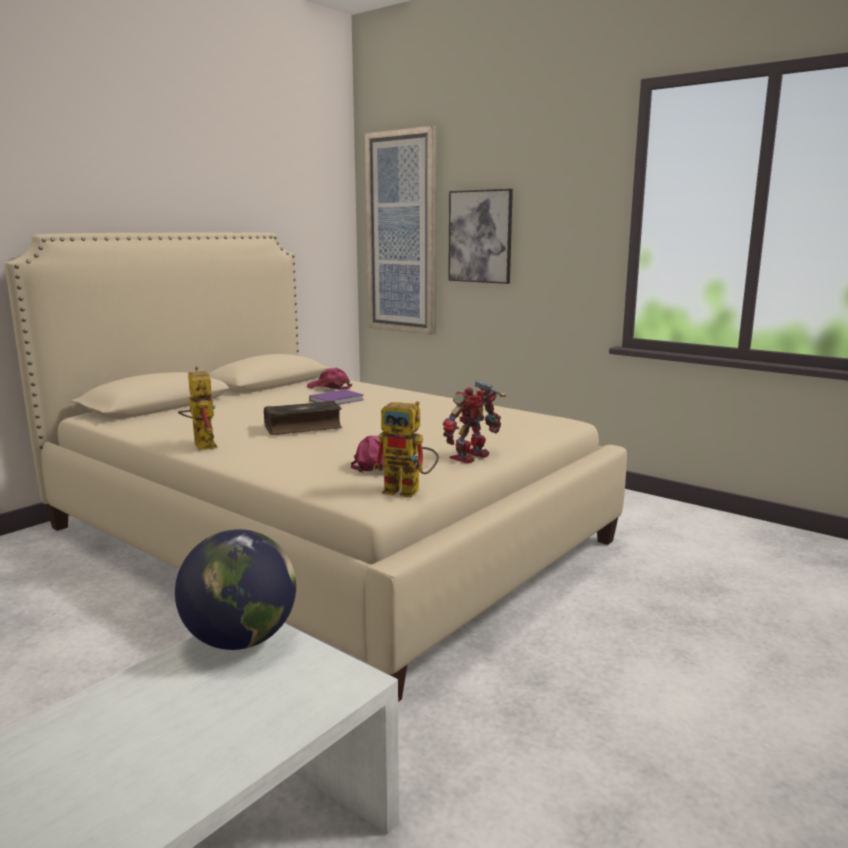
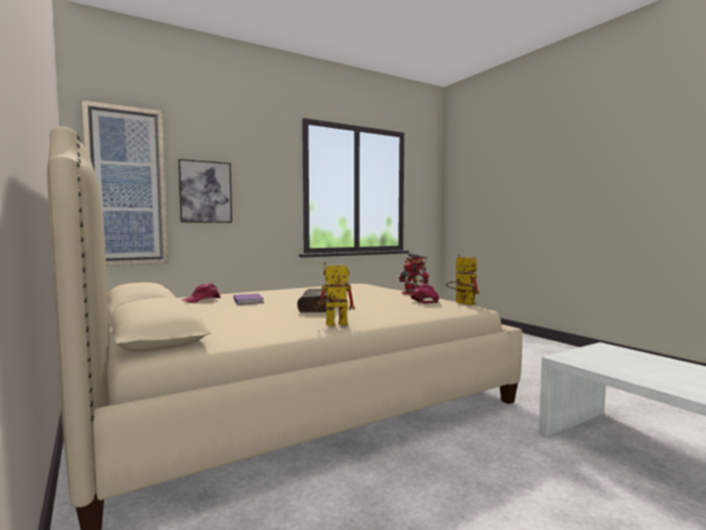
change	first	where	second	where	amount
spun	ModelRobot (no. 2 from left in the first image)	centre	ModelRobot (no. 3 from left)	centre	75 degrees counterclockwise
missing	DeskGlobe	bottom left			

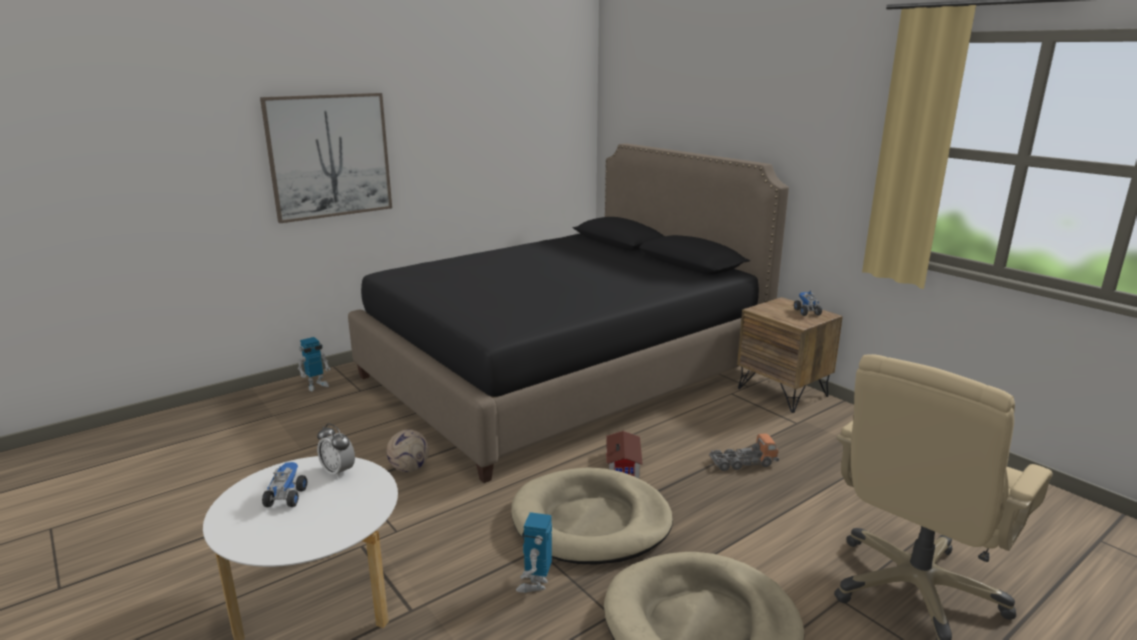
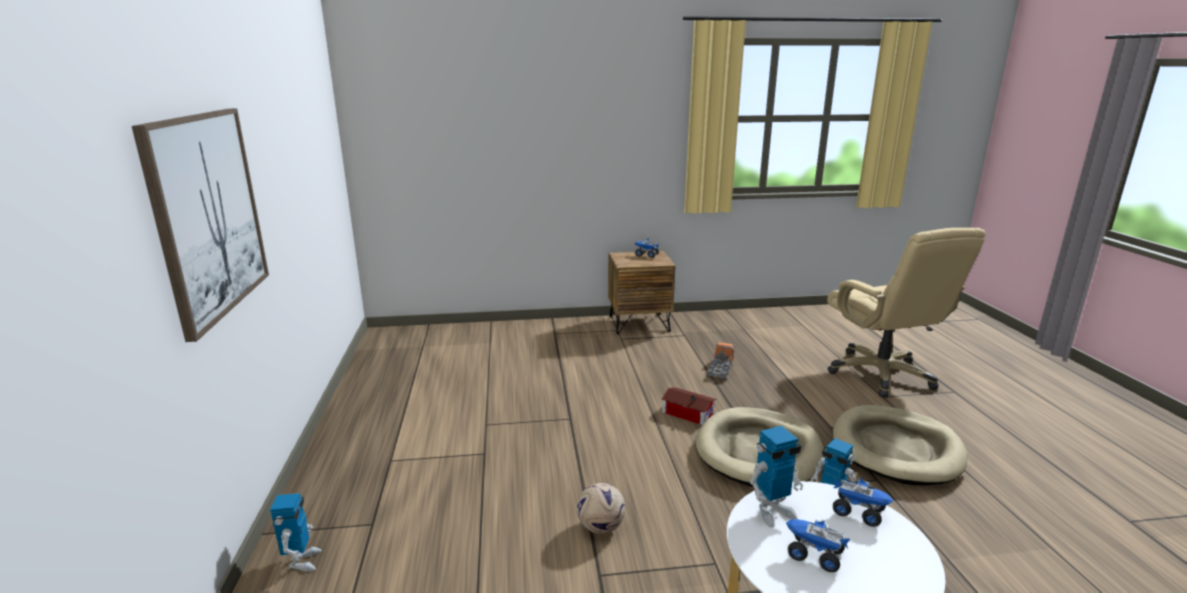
change	first	where	second	where	amount
missing	BlackColouredSleepingBed	centre			
exchanged	TableClock	bottom left	ModelRobot (no. 2 from left)	bottom centre	
appeared			ModelTruck (no. 4 from left)	bottom right	

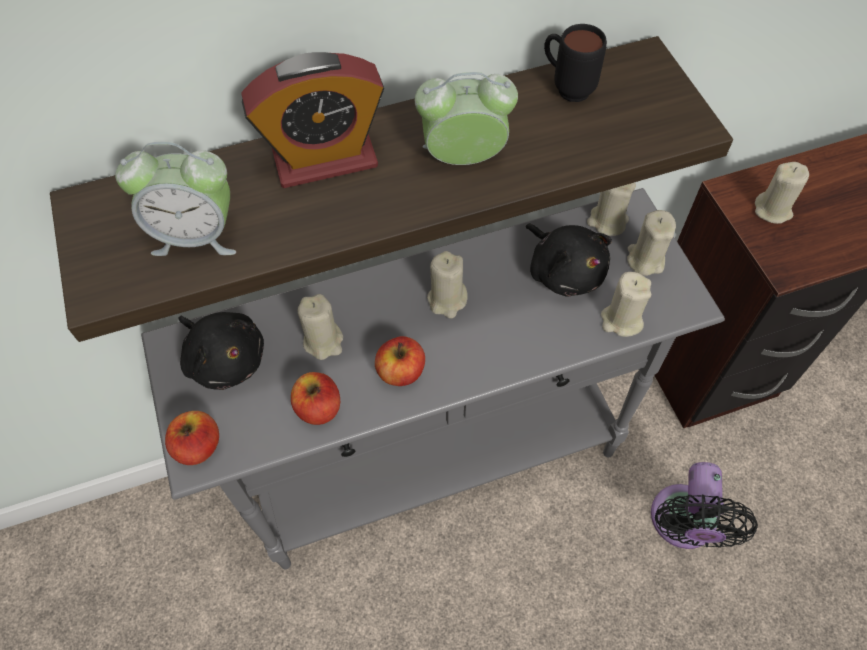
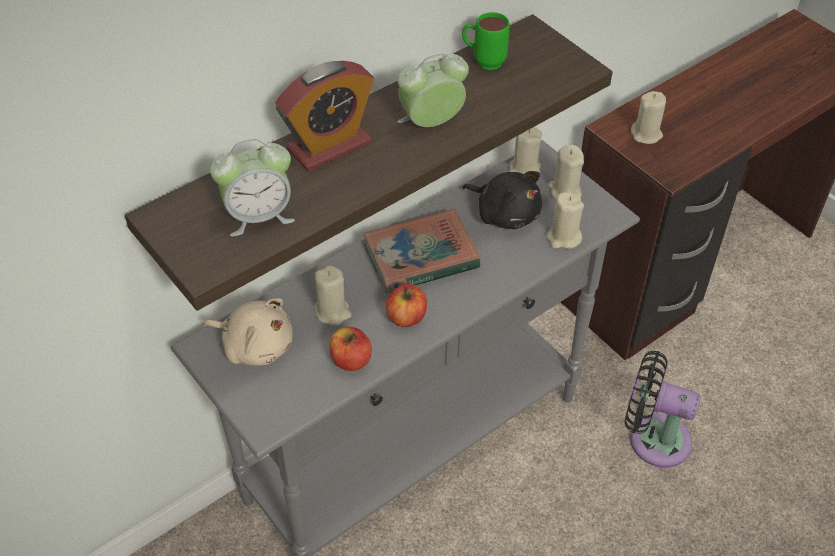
change	first	where	second	where	amount
colour	BlackColouredMug	top centre	GreenMug	top centre	
exchanged	BeigeWaxCandle (no. 2 from left)	centre	BoundBook	centre	
colour	BlackColouredSoftToy (no. 1 from left)	middle left	BeigeSoftToy	middle left	
missing	WholeApple (no. 1 from left)	bottom left			
spun	BlackColouredFan	bottom right		bottom right	120 degrees clockwise

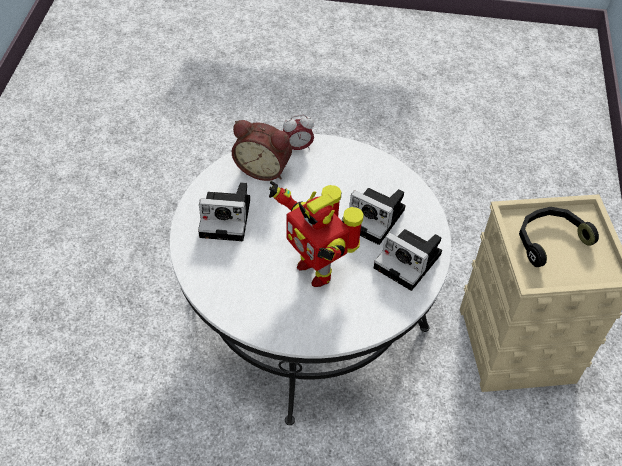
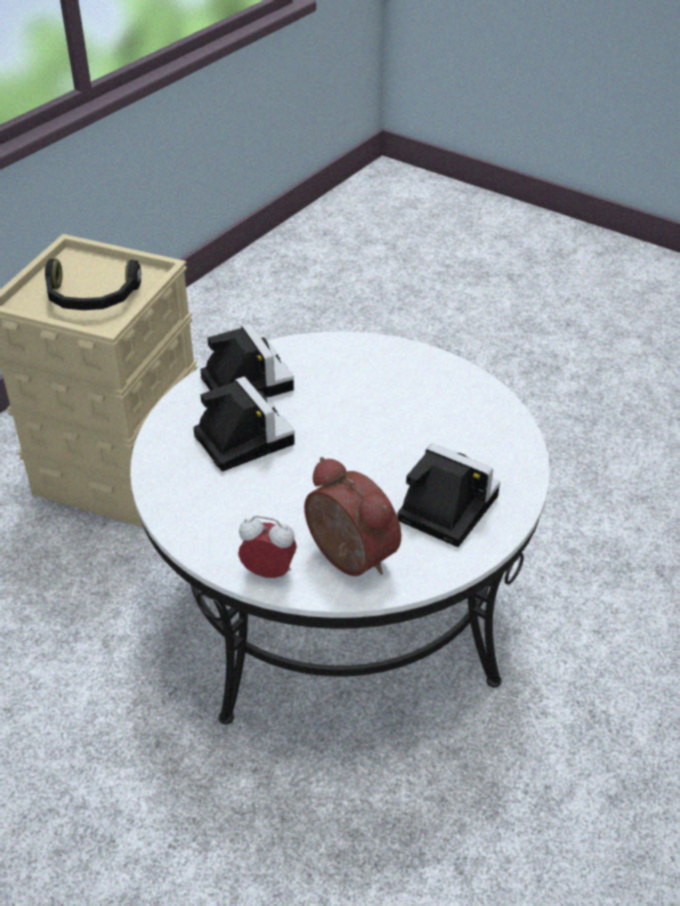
change	first	where	second	where	amount
missing	ModelRobot	centre			

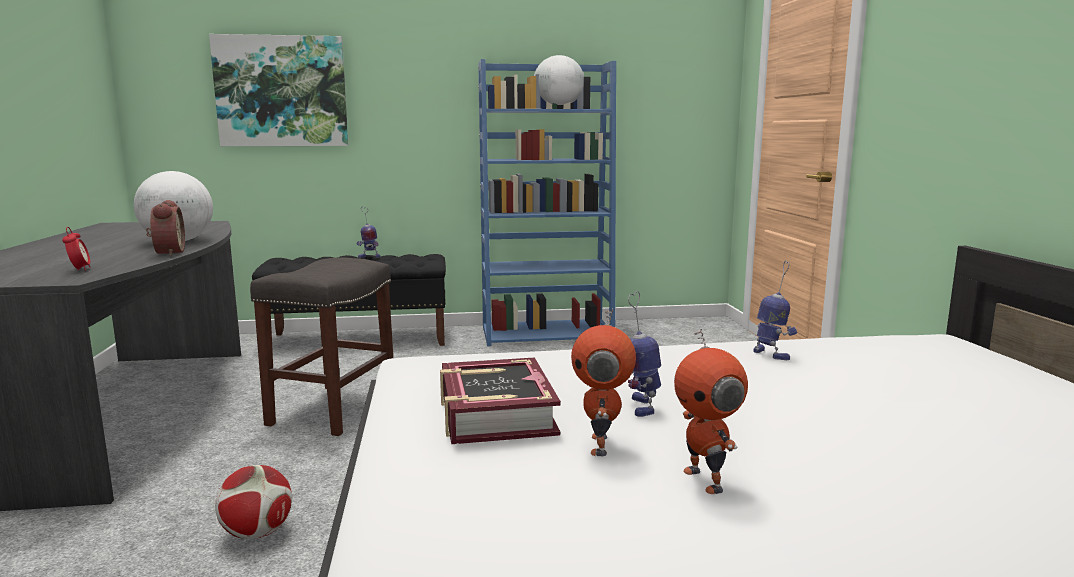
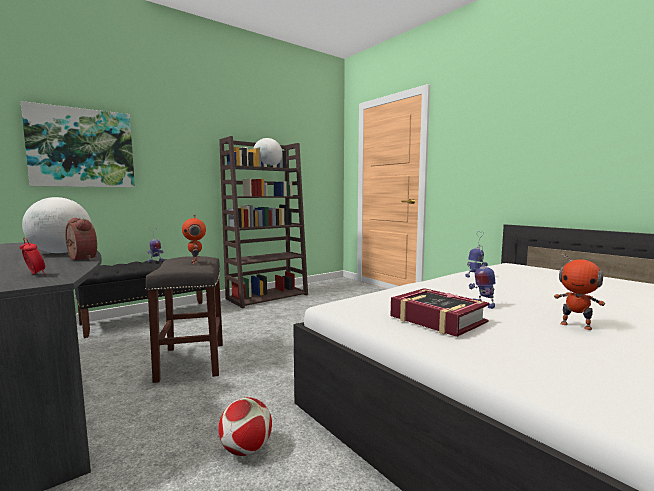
change	first	where	second	where	amount
colour	BlueBookshelf	centre	BrownBookshelf	centre	
relocated	ModelRobot (no. 2 from left)	centre		middle left	

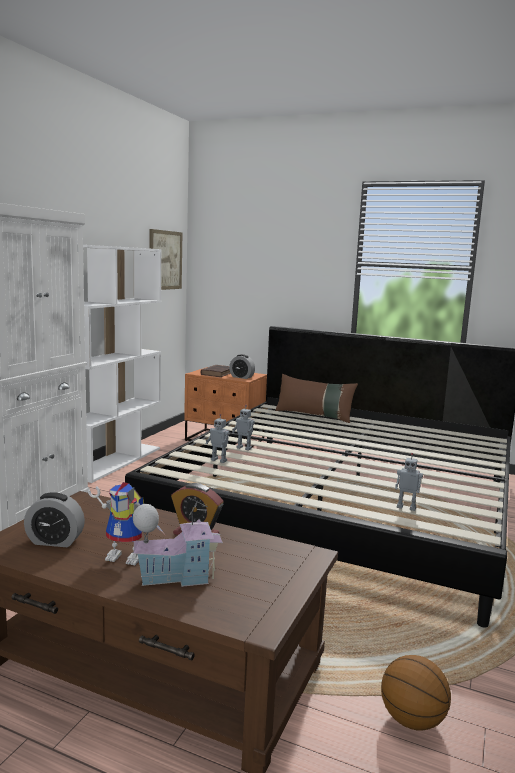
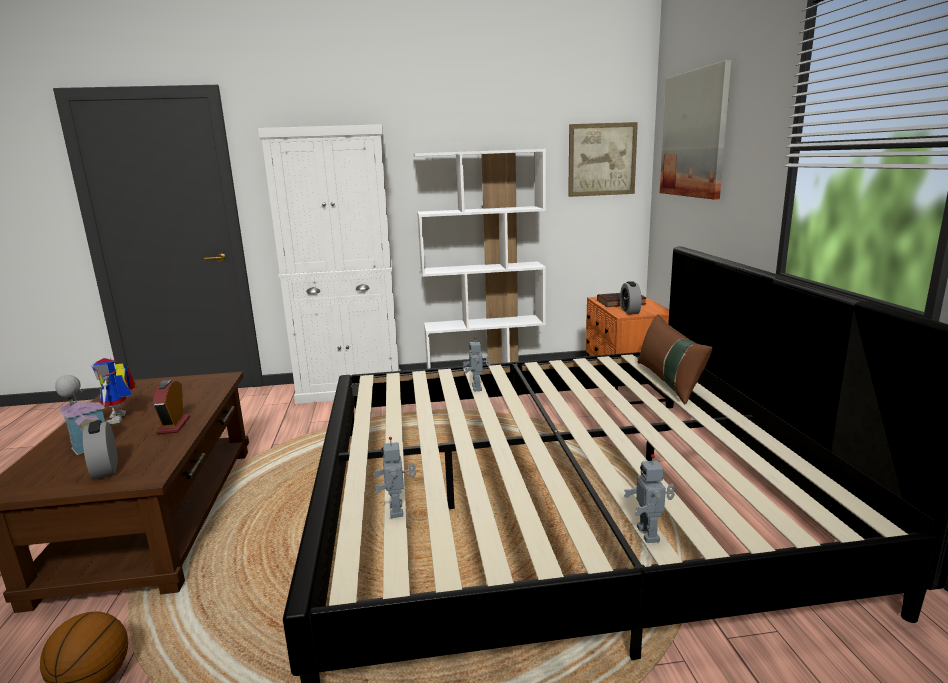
change	first	where	second	where	amount
relocated	ModelRobot (no. 2 from left in the first image)	centre	ModelRobot (no. 4 from left)	bottom right	
relocated	TableClock (no. 1 from left)	bottom left		middle left	
appeared			Picture (no. 2 from left)	top right	

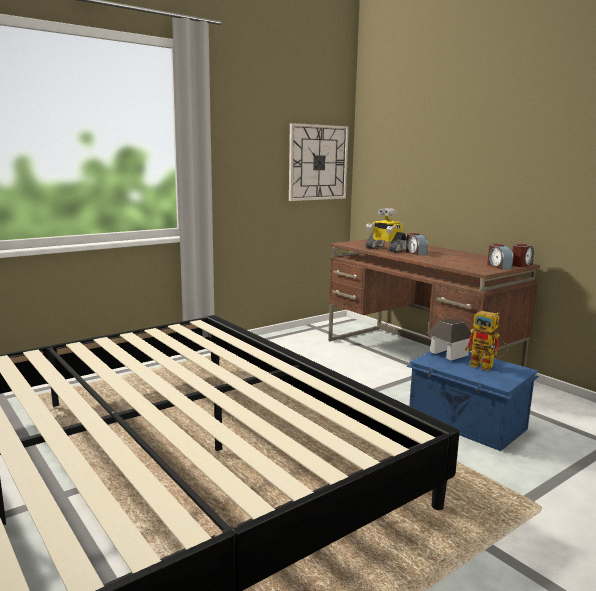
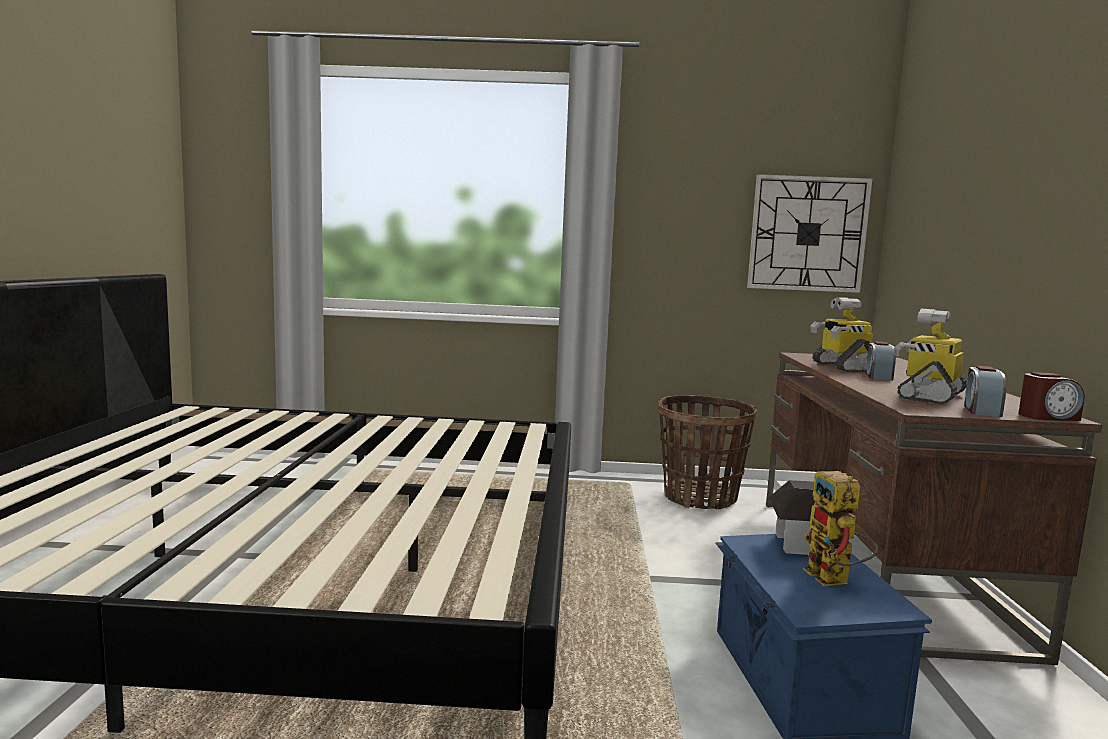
change	first	where	second	where	amount
appeared			ModelRobot (no. 3 from left)	middle right	
appeared			HouseholdBasket	centre	

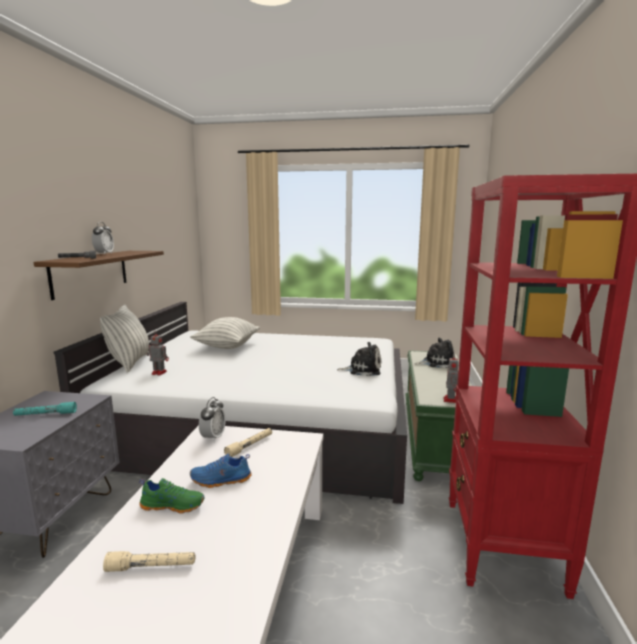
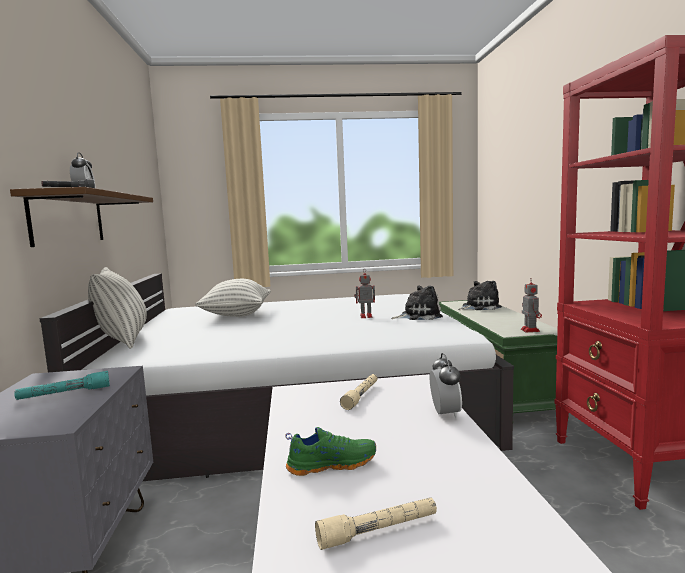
change	first	where	second	where	amount
relocated	ModelRobot (no. 1 from left)	middle left		centre	
relocated	TableClock (no. 2 from left)	middle left		bottom centre	
missing	BlueItemOfFootwear	bottom centre			

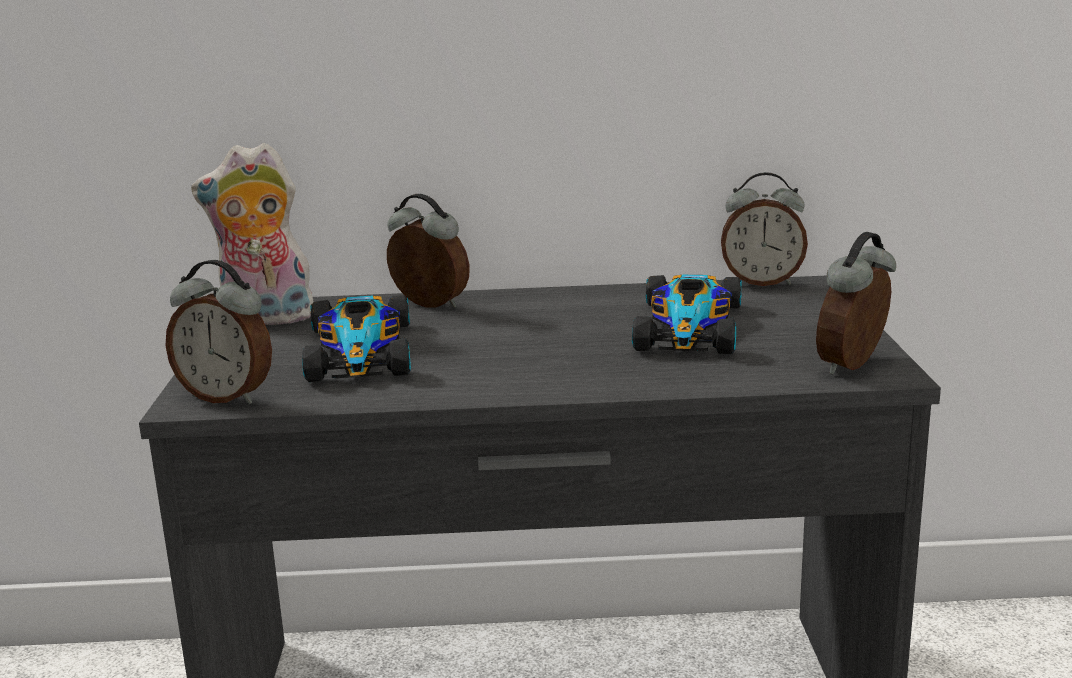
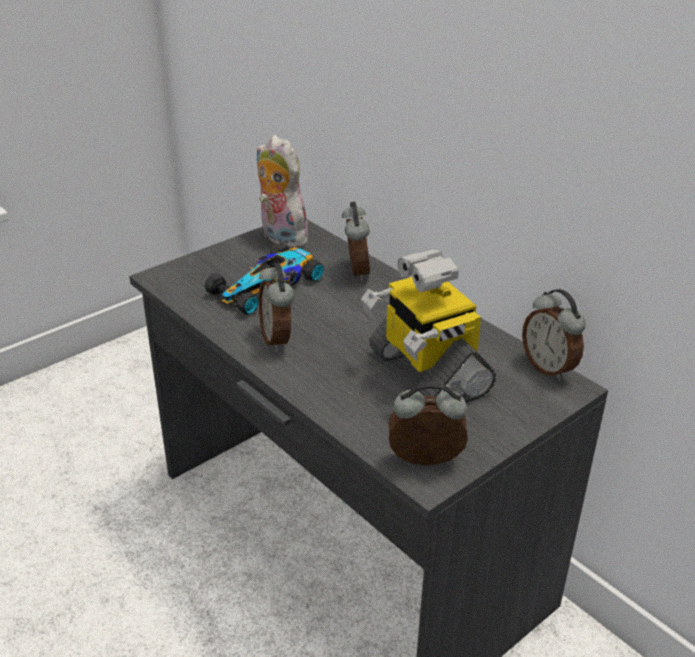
change	first	where	second	where	amount
relocated	TableClock (no. 1 from left)	middle left		centre	
exchanged	MiniatureCar (no. 2 from left)	centre	ModelRobot	centre	

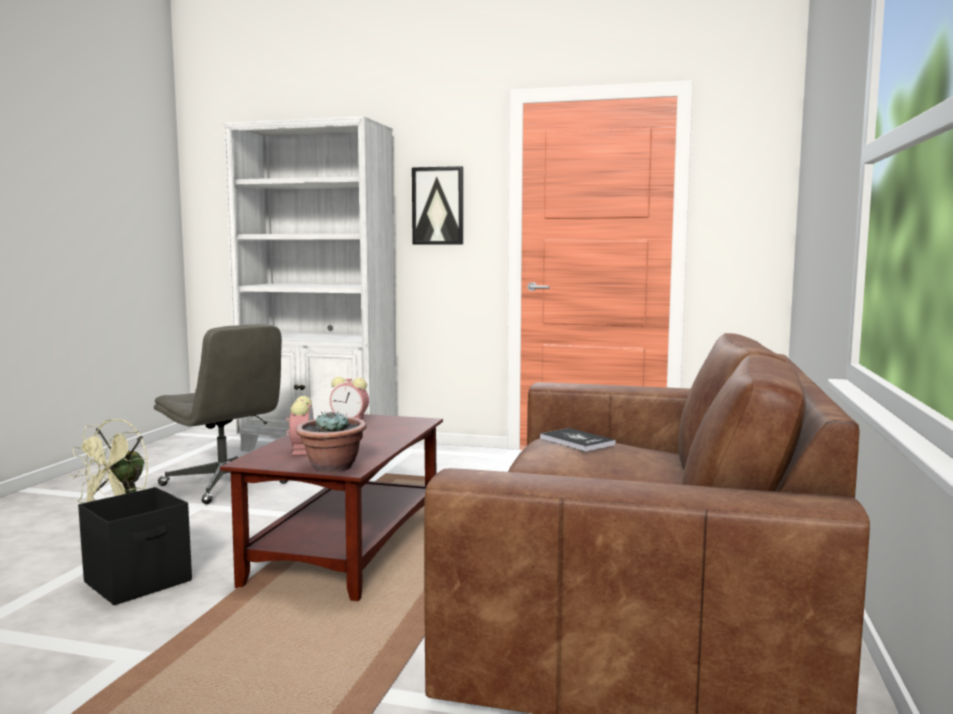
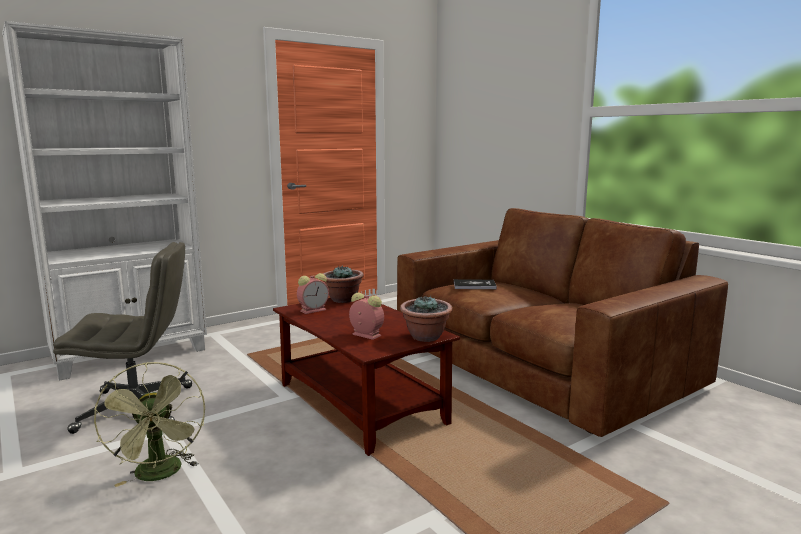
change	first	where	second	where	amount
missing	Picture	top centre			
missing	BlackColouredStorageContainer	bottom left			
appeared			PlantInAPot (no. 1 from left)	centre	

